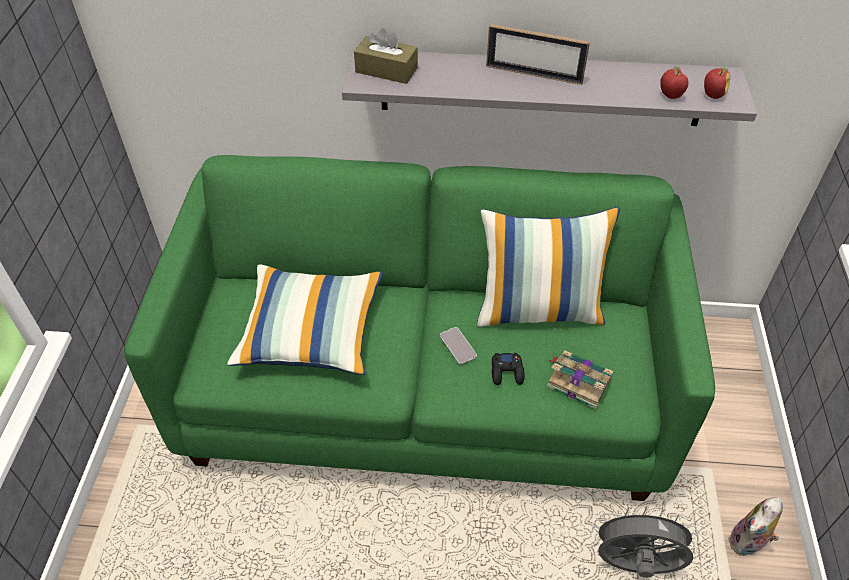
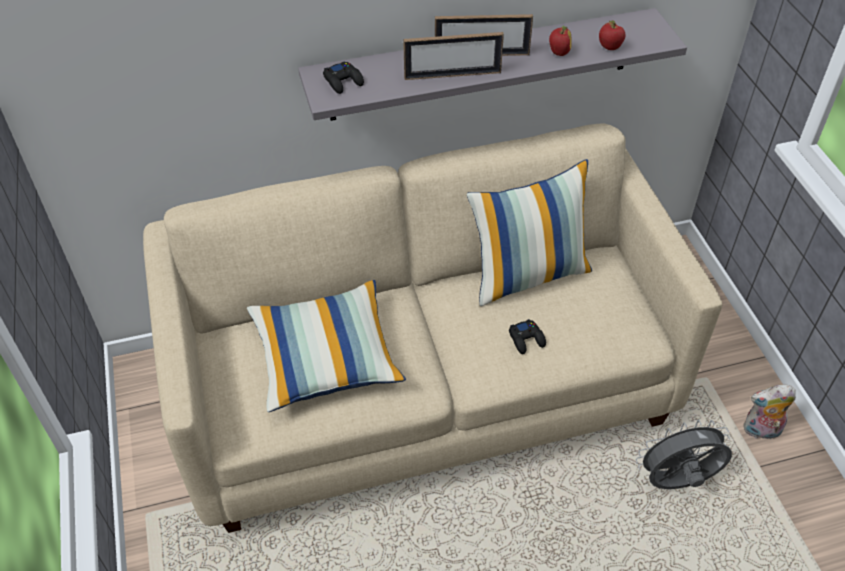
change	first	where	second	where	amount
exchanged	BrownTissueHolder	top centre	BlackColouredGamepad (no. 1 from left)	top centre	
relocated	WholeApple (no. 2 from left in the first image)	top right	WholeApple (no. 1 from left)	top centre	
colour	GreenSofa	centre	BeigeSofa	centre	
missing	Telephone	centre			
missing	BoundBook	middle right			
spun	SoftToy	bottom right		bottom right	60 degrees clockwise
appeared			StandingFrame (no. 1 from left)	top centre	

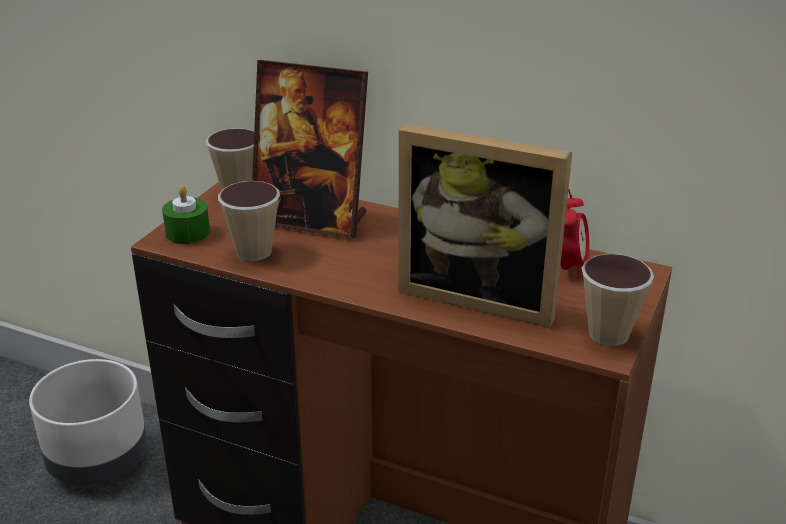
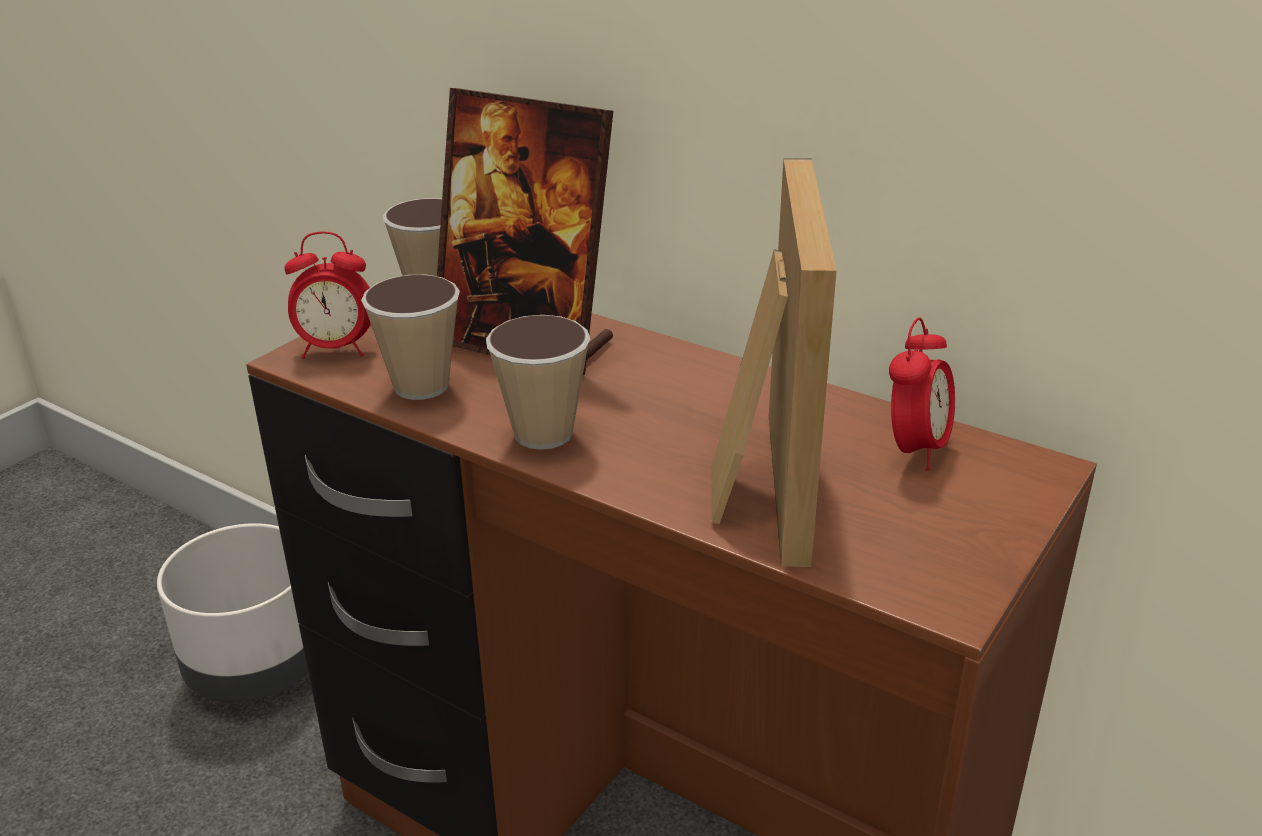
change	first	where	second	where	amount
spun	StandingFrame (no. 2 from left)	centre		centre	120 degrees counterclockwise
exchanged	GreenWaxCandle	middle left	TableClock (no. 1 from left)	middle left	
relocated	DrinkingCup (no. 3 from left)	middle right		centre	

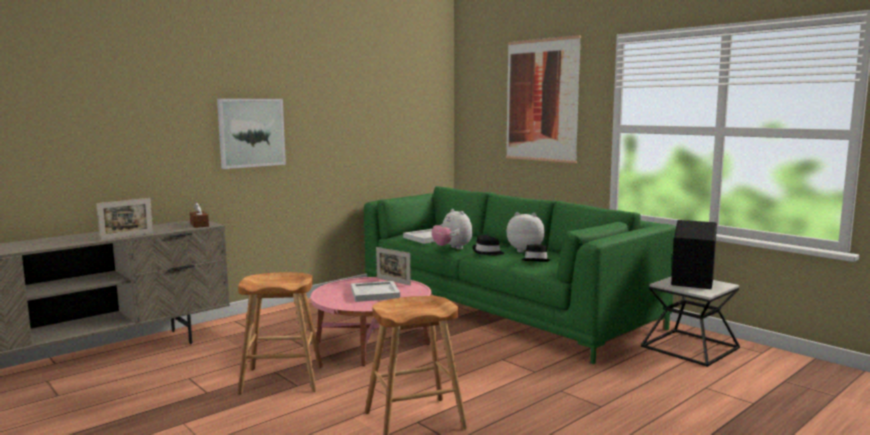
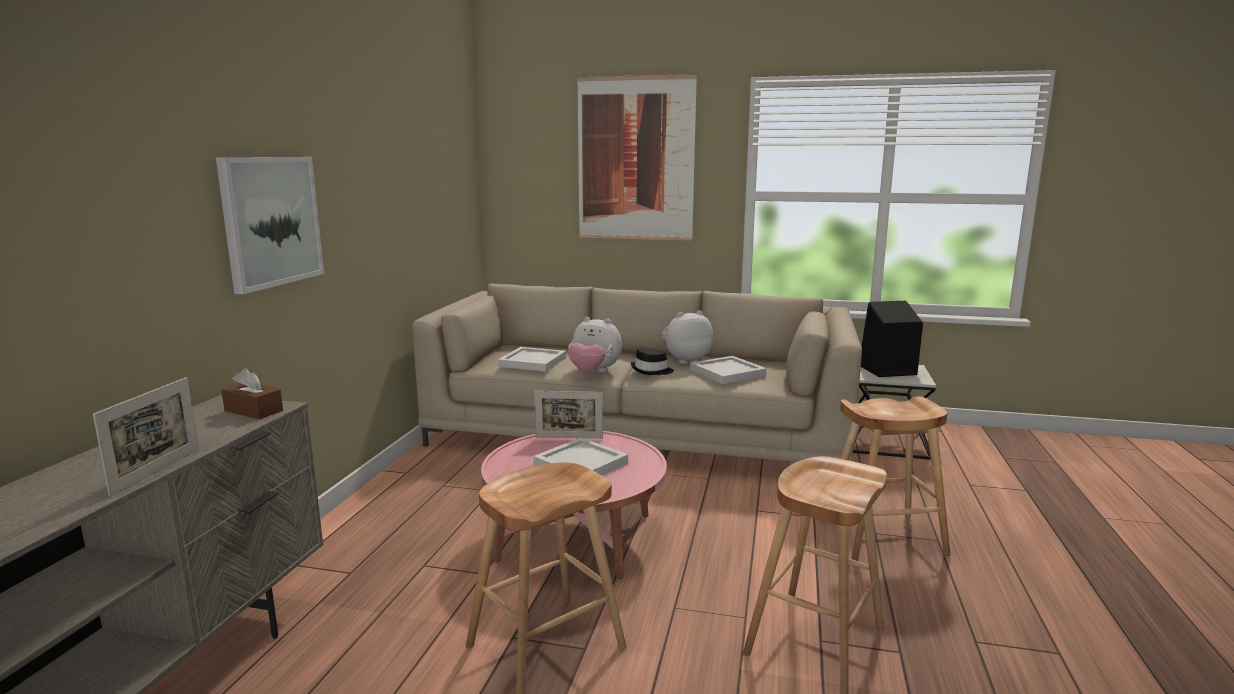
change	first	where	second	where	amount
colour	GreenSofa	centre	BeigeSofa	centre	
exchanged	BlackColouredWearableHat (no. 2 from left)	centre	WhitishCarryingTray (no. 3 from left)	centre	
appeared			BrownStool (no. 3 from left)	bottom right	

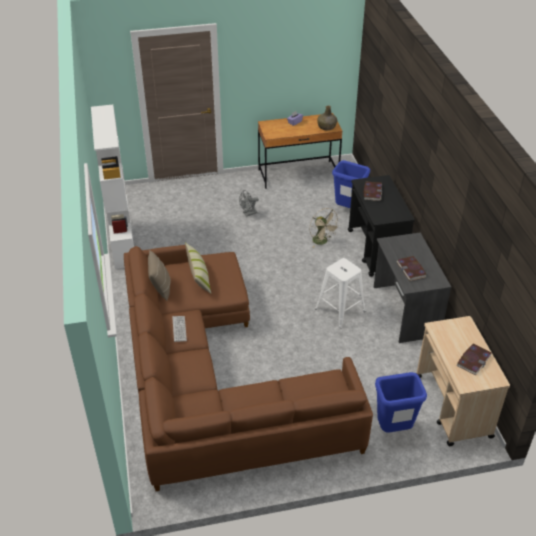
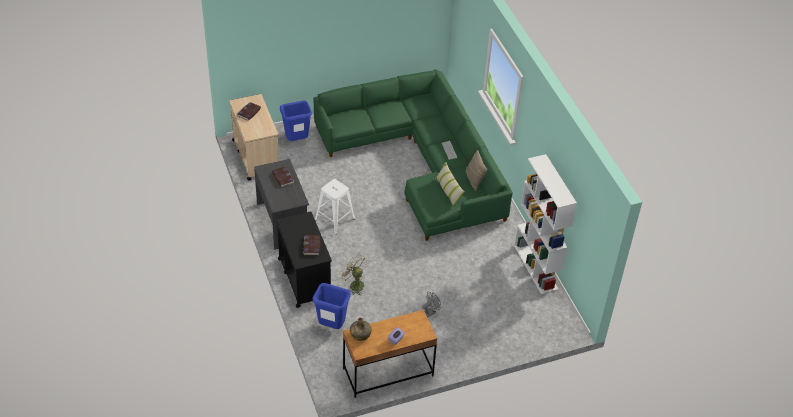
change	first	where	second	where	amount
colour	BrownSofa	bottom centre	GreenSofa	centre	

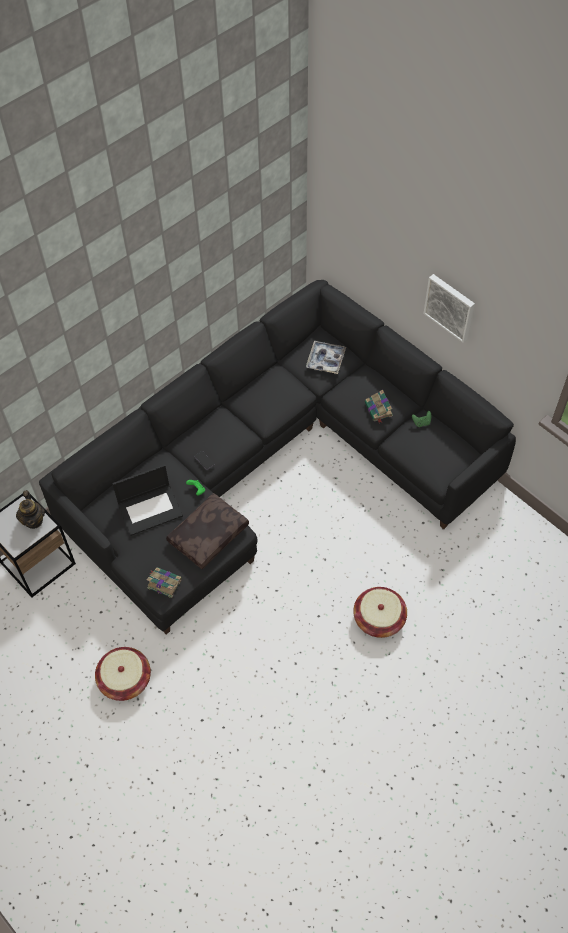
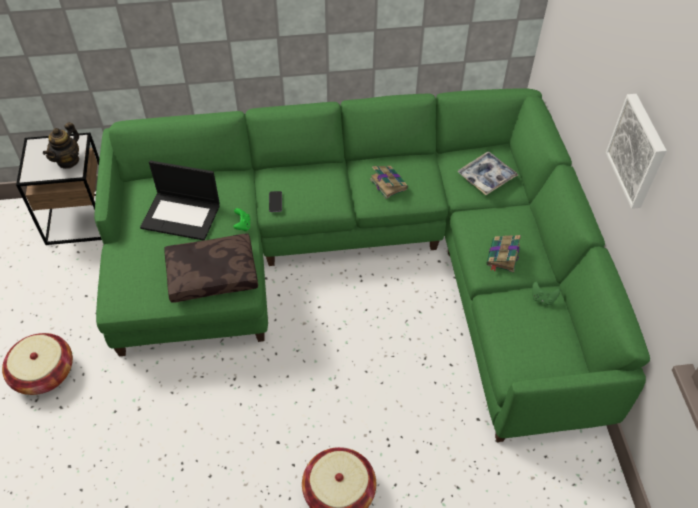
change	first	where	second	where	amount
colour	BlackColouredSofa	centre	GreenSofa	centre	
relocated	BoundBook (no. 1 from left)	middle left		centre	

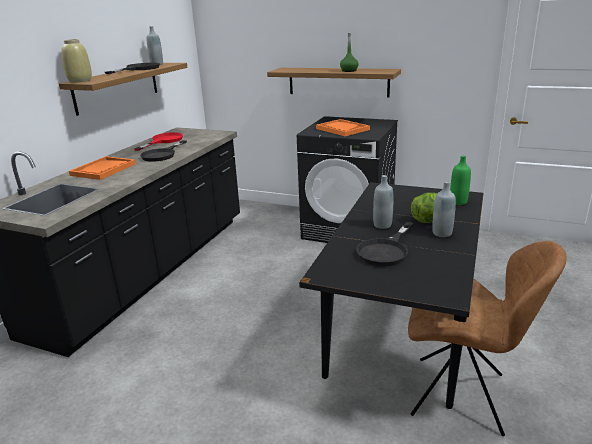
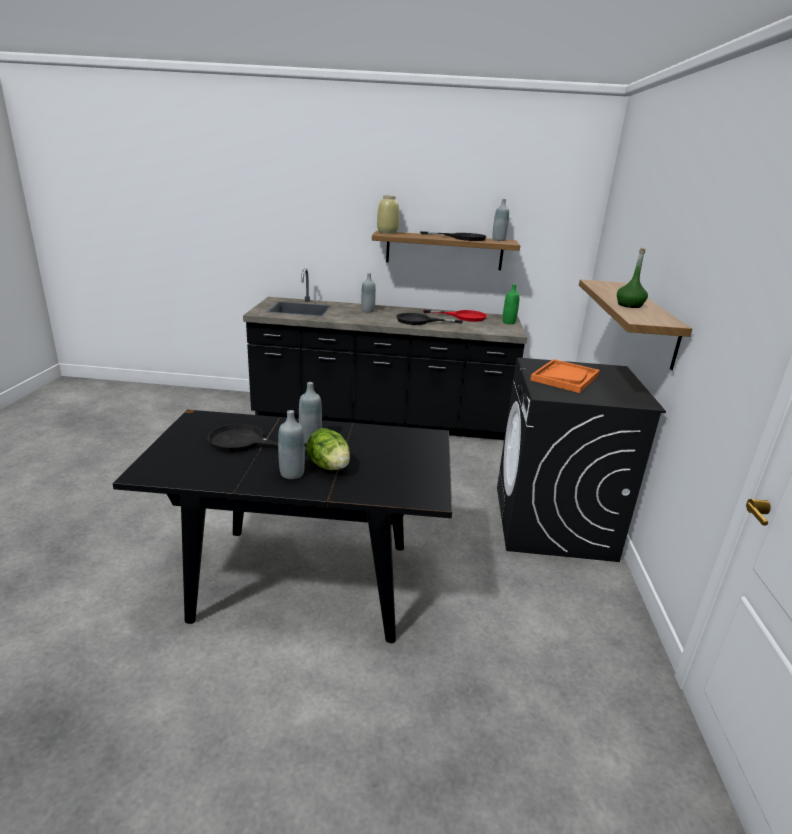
change	first	where	second	where	amount
exchanged	OrangeyCarryingTray (no. 1 from left)	middle left	GreyishDrinkBottle (no. 3 from left)	centre	
relocated	GreenDrinkBottle (no. 2 from left in the first image)	middle right	GreenDrinkBottle (no. 1 from left)	centre	
missing	BrownChair	bottom right			

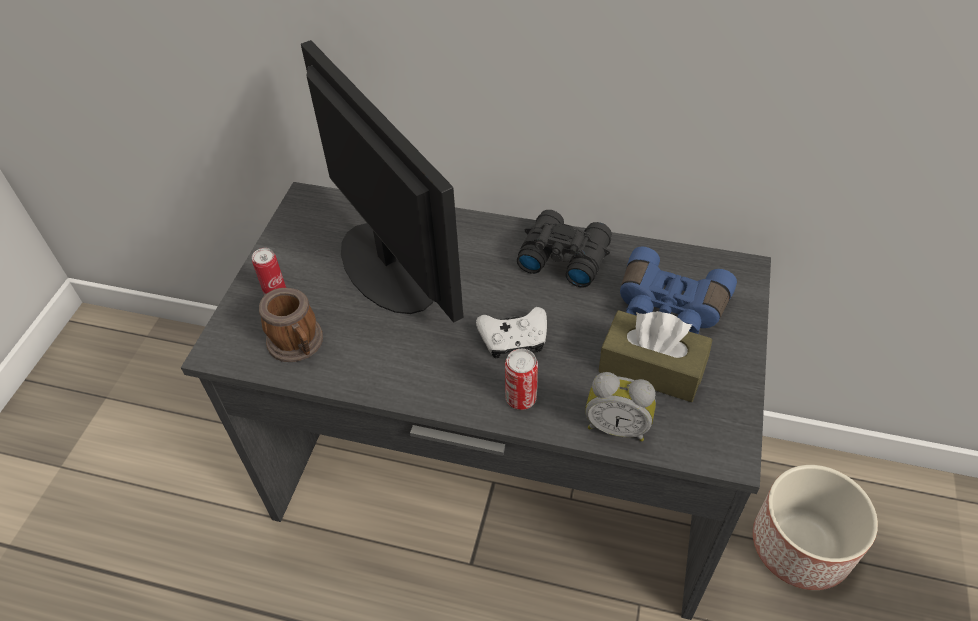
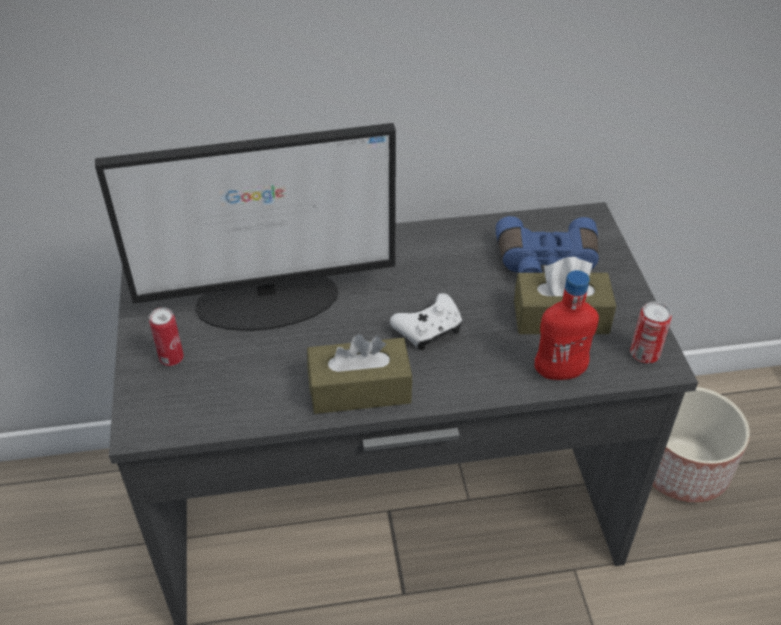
change	first	where	second	where	amount
spun	ComputerScreen	top centre		middle left	135 degrees clockwise
missing	BlackColouredBinoculars	centre			
missing	Mug	middle left			
relocated	MetalCan (no. 2 from left)	centre		middle right	
exchanged	TableClock	centre	RedColouredDrinkBottle	middle right	
appeared			BrownTissueHolder (no. 1 from left)	centre	

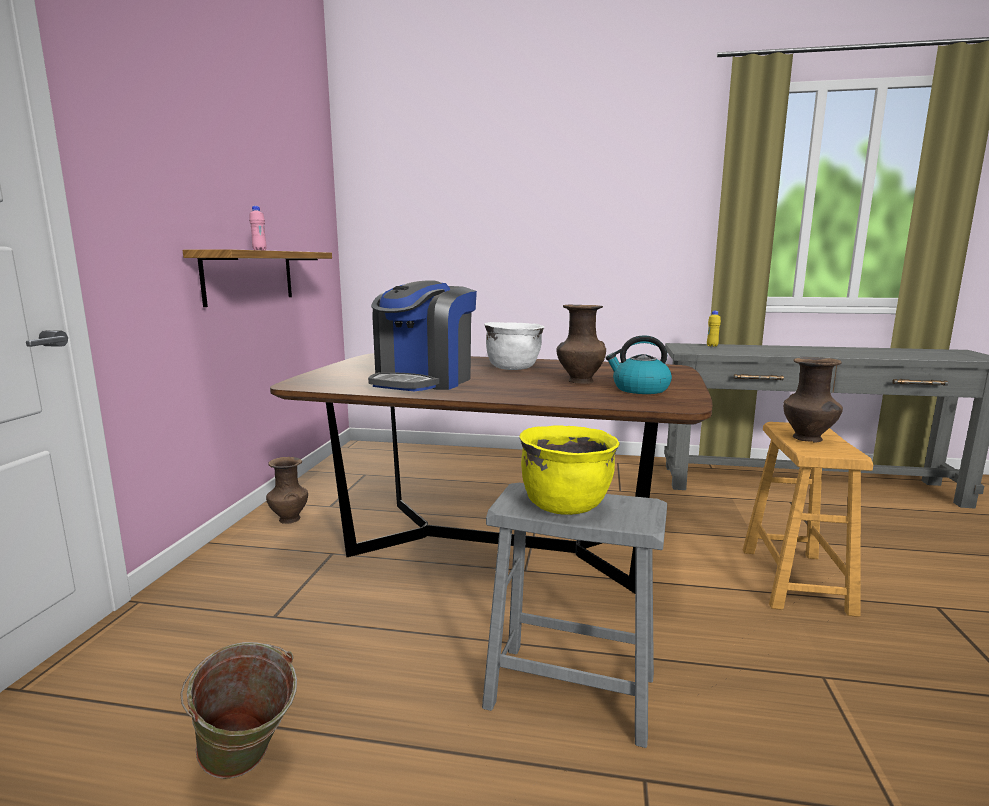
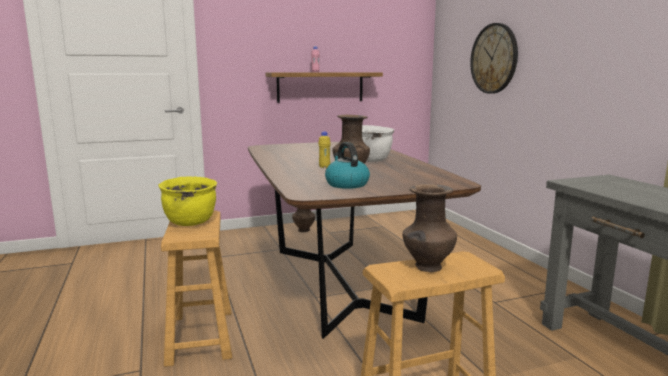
change	first	where	second	where	amount
missing	CoffeeMachine	centre			
relocated	YellowishDrinkBottle	middle right		centre	
colour	GreyishStool	bottom centre	BrownStool (no. 1 from left)	bottom left	
missing	GreenPail	bottom left			
appeared			HangingClock	top right	

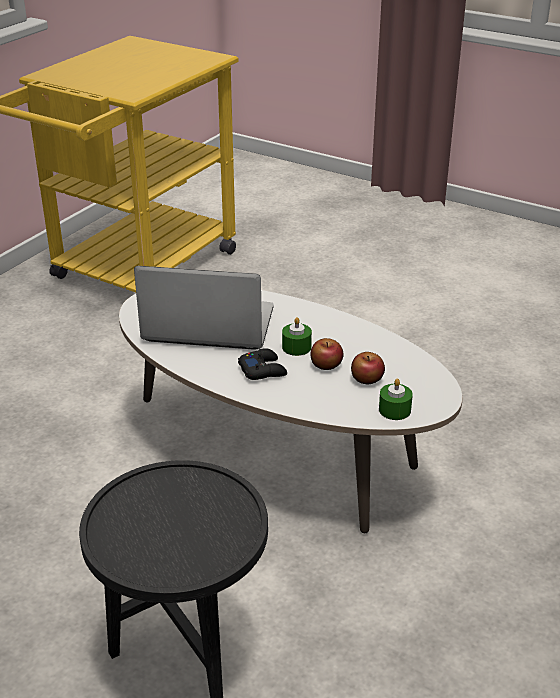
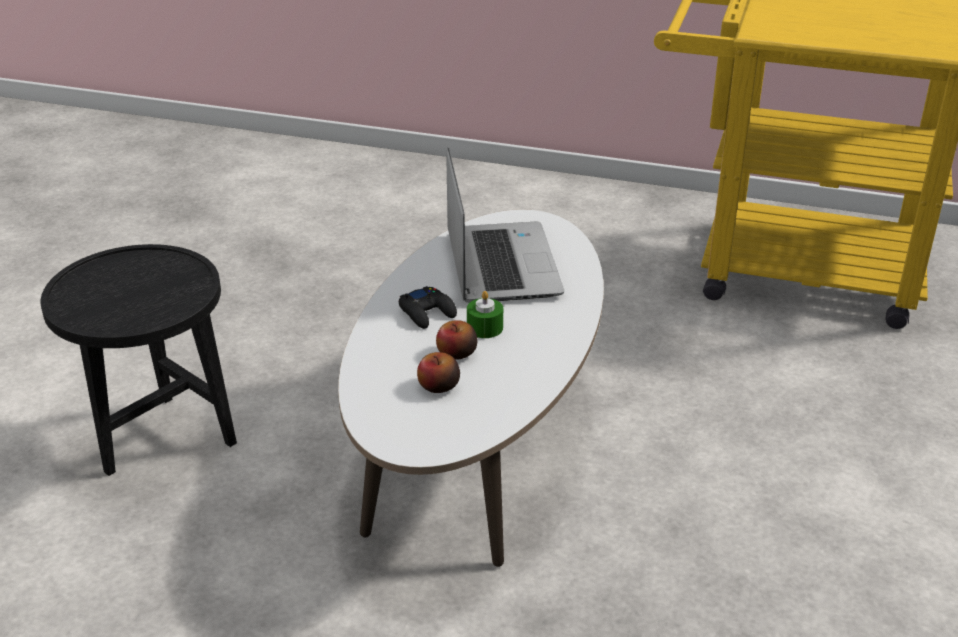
change	first	where	second	where	amount
missing	GreenWaxCandle (no. 2 from left)	middle right			

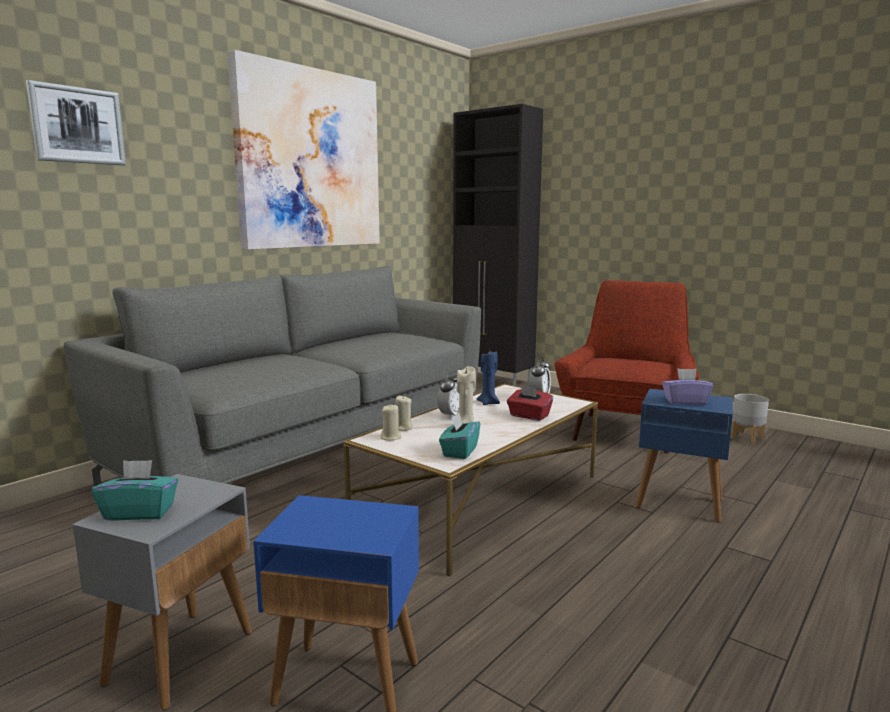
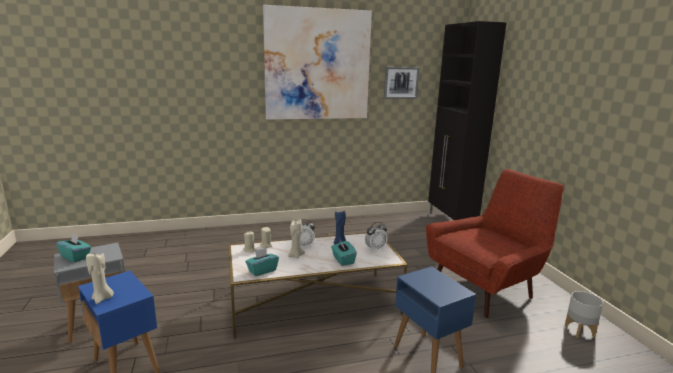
change	first	where	second	where	amount
relocated	Picture (no. 1 from left in the first image)	top left	Picture (no. 2 from left)	top centre	
missing	GreyishSofa	middle left			
missing	PurplishTissueHolder	middle right			
colour	RedColouredTissueHolder	centre	TurquoiseColouredTissueHolder (no. 3 from left)	bottom centre	
appeared			BeigeWaxCandle (no. 1 from left)	bottom left	

